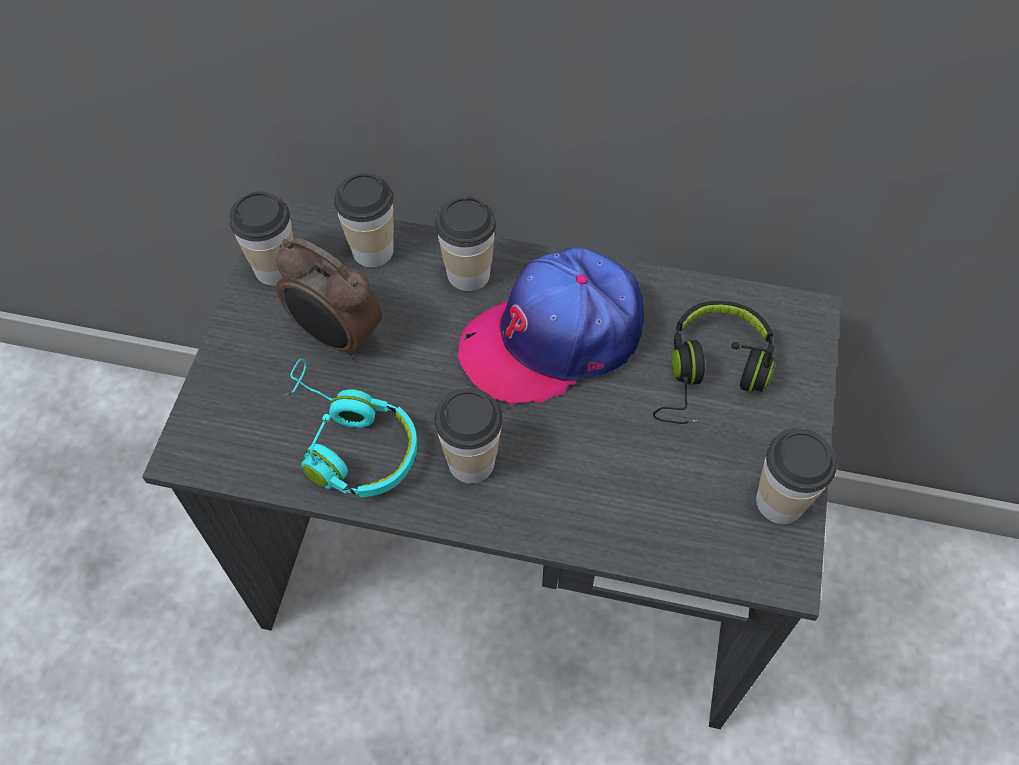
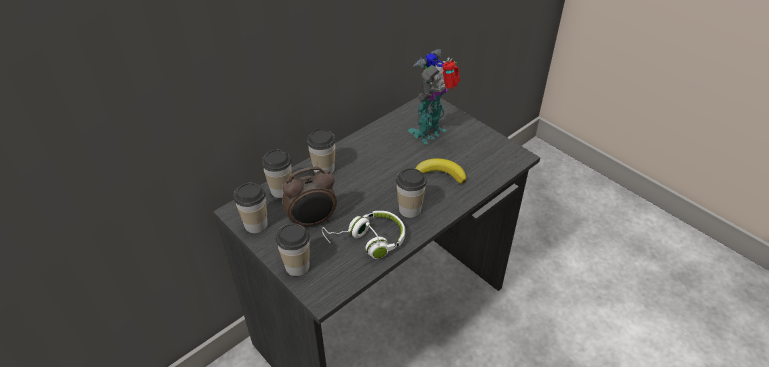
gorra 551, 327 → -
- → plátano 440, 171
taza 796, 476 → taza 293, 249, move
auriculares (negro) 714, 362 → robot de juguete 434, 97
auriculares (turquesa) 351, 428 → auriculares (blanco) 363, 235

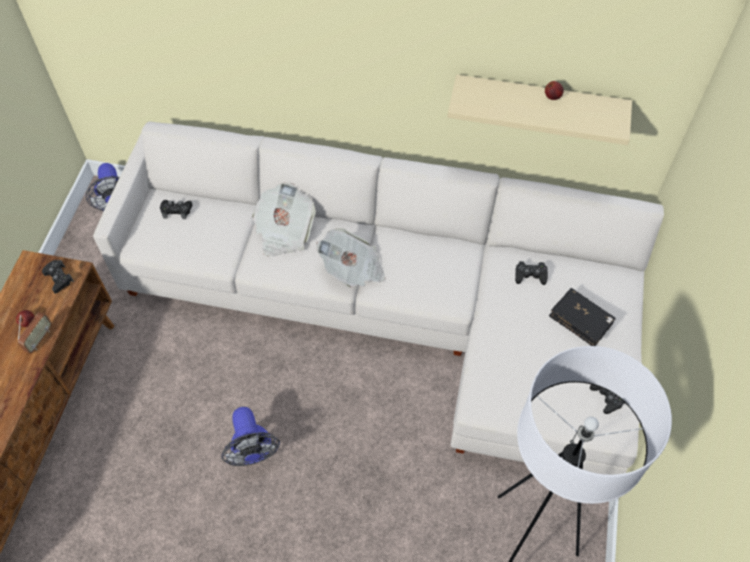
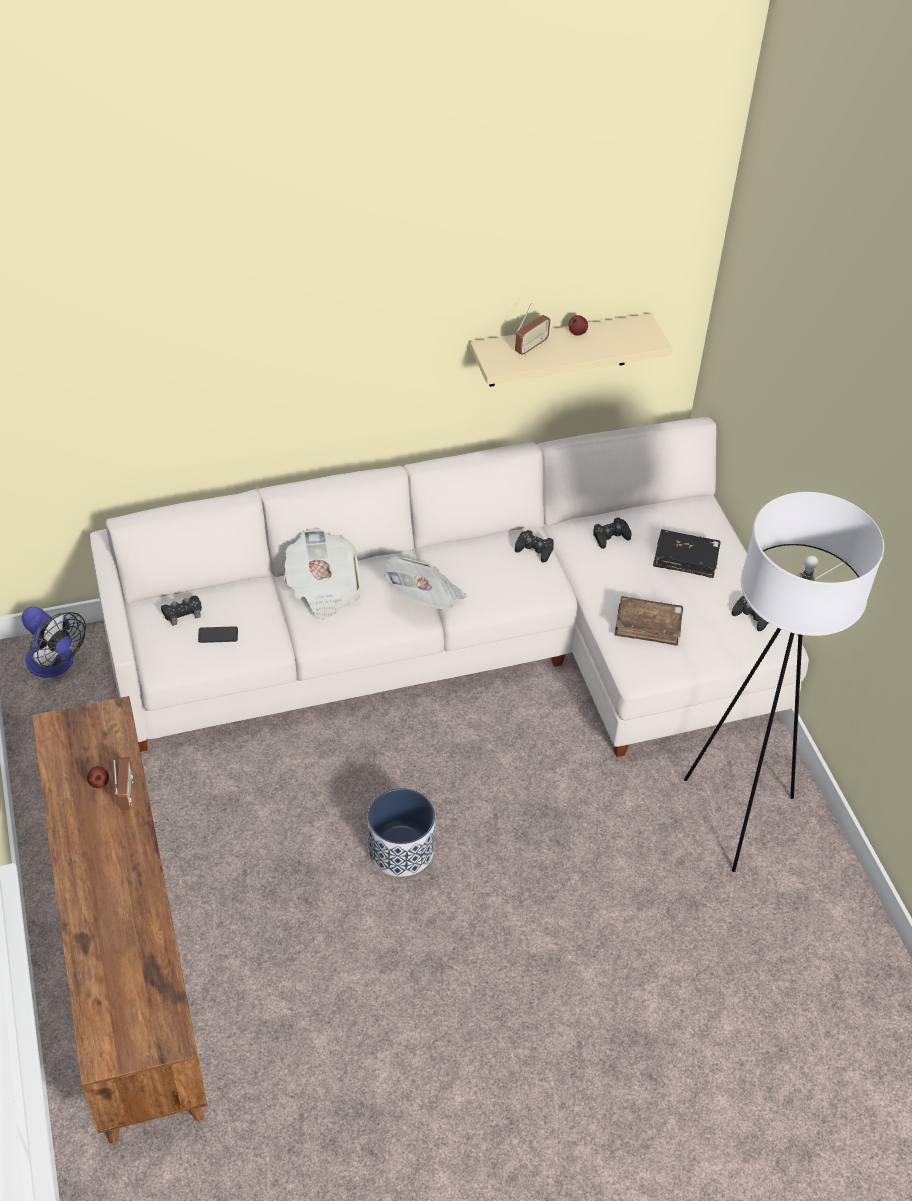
- → móvil 218, 634
- → radio 532, 329
- → libro (marrón) 648, 621
mando de consola (negro) 58, 277 → mando de consola (negro) 534, 546, move
ventilador 250, 436 → maceta 401, 832

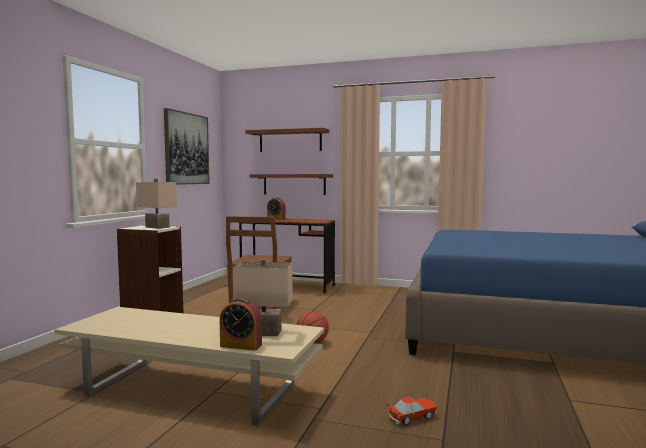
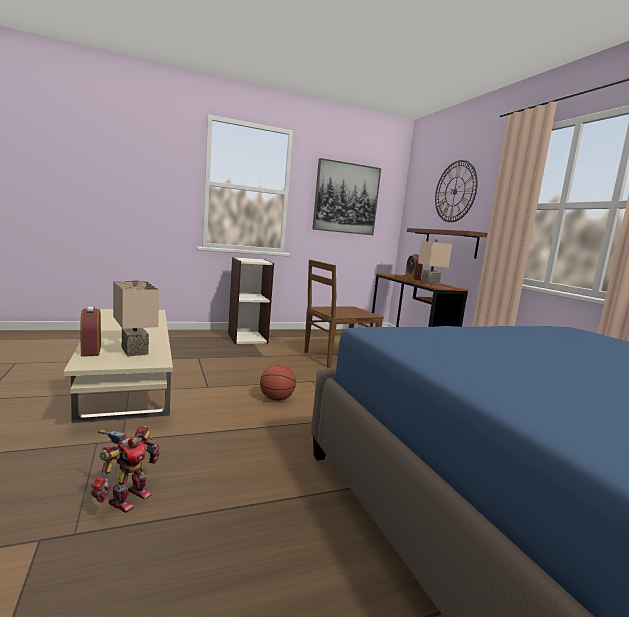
lámpara de mesa (beis) 156, 204 → lámpara de mesa (beis) 435, 262, move
estante 287, 140 → reloj de pared 456, 191
coche de juguete 412, 411 → robot de juguete 125, 469

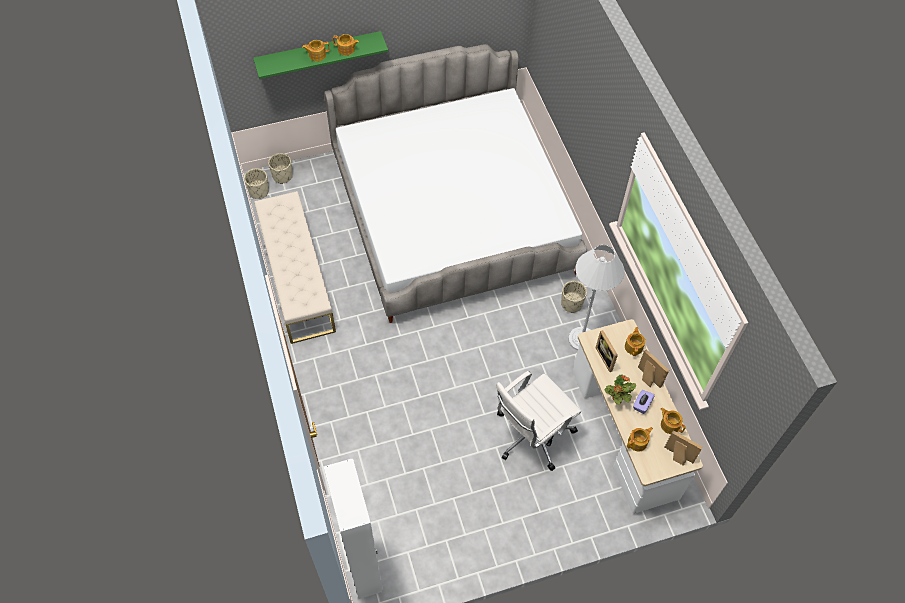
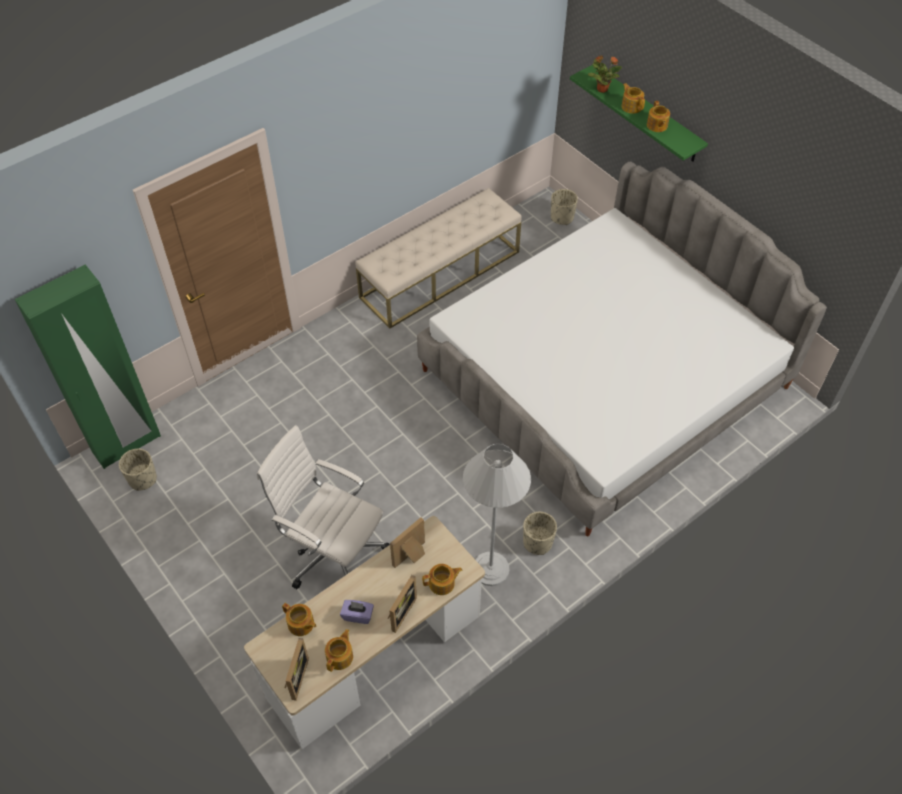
maceta (beis) 256, 183 → maceta (beis) 138, 470, move
planta en maceta 620, 389 → planta en maceta 605, 74, move
armario ropero (blanco) 353, 529 → armario ropero (verde) 88, 367

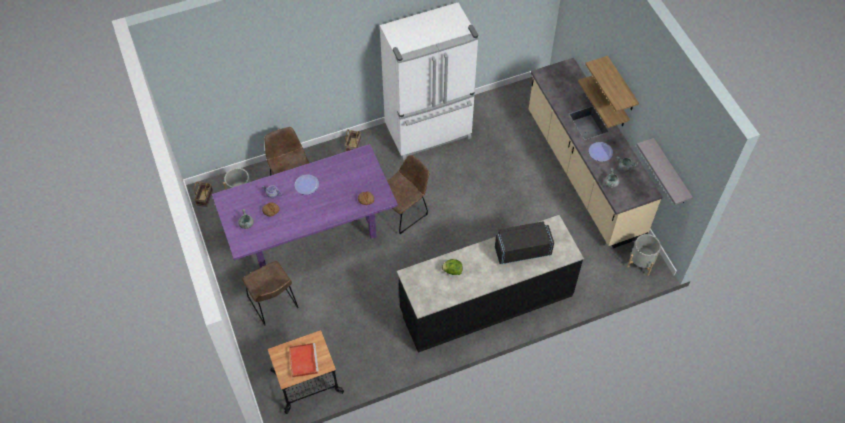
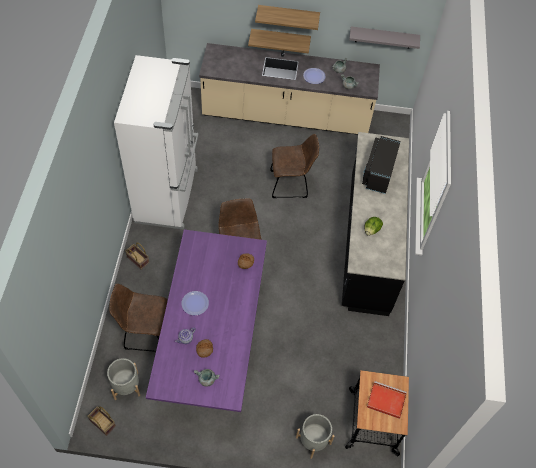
silla (marrón) 270, 293 → silla (marrón) 294, 166, move
maceta (gris) 644, 255 → maceta (gris) 315, 436, move

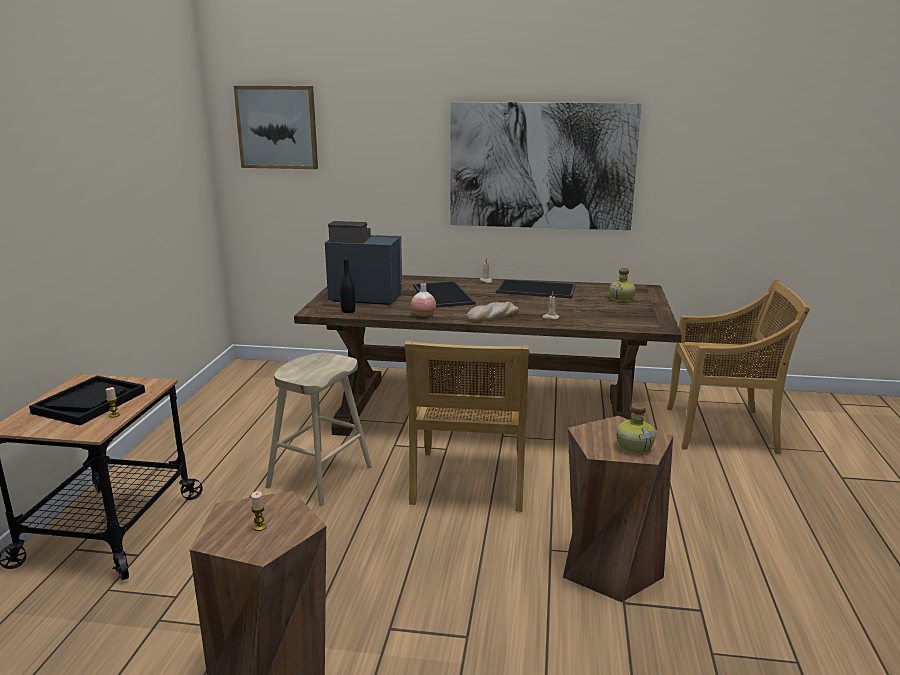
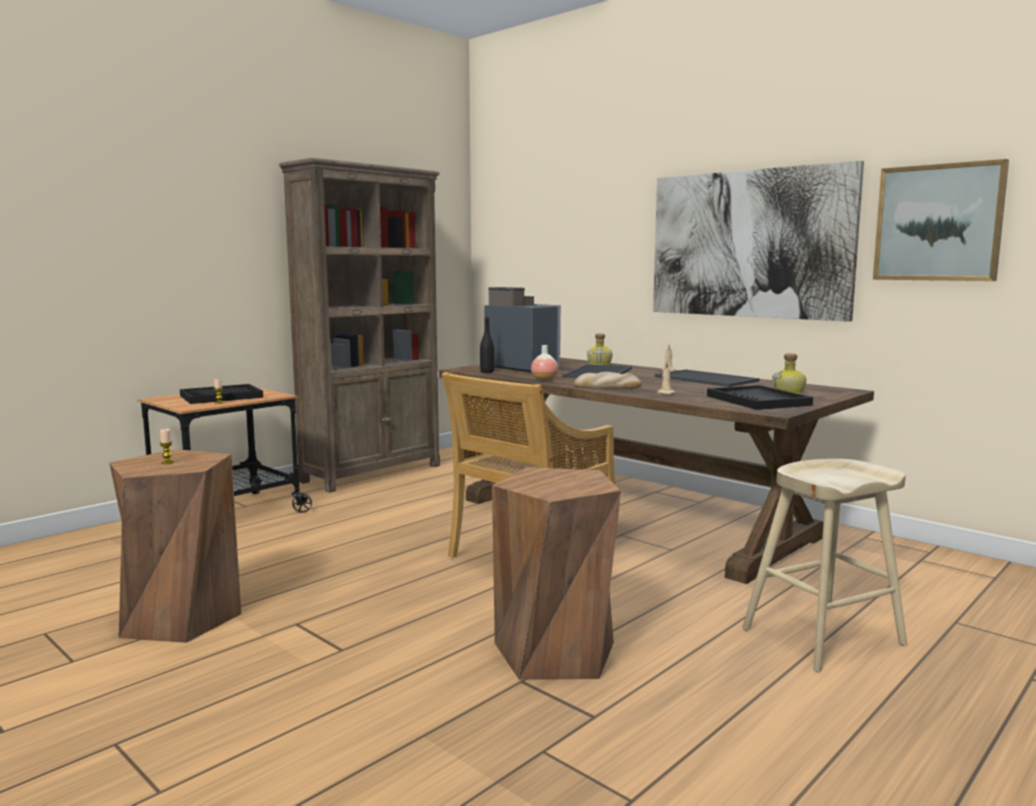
silla (beis) 738, 366 → -
- → estantería (marrón) 359, 325
- → bandeja (negro) 760, 397
cuadro 276, 127 → cuadro 941, 220, move
taburete (beis) 319, 429 → taburete (beis) 824, 565, move
botella 636, 428 → botella 600, 349, move

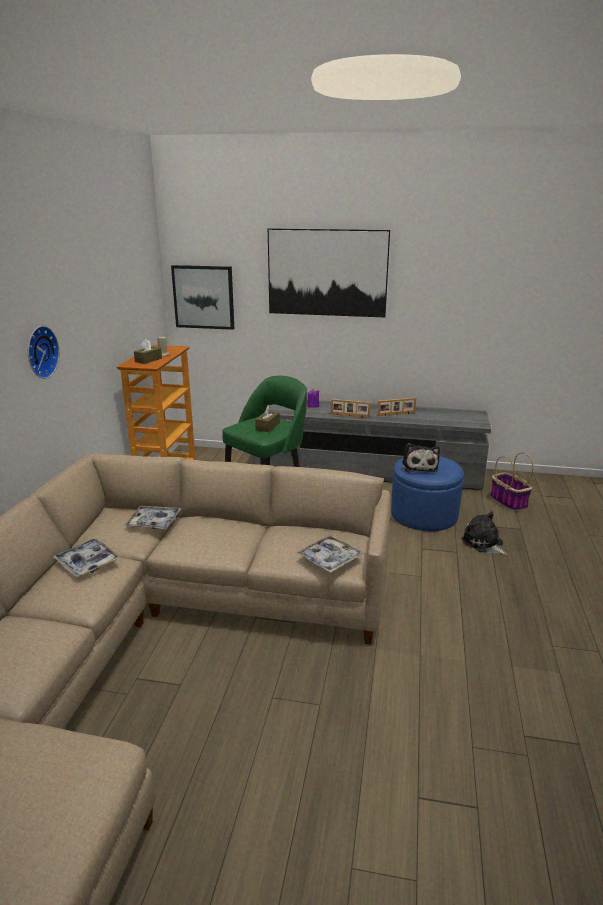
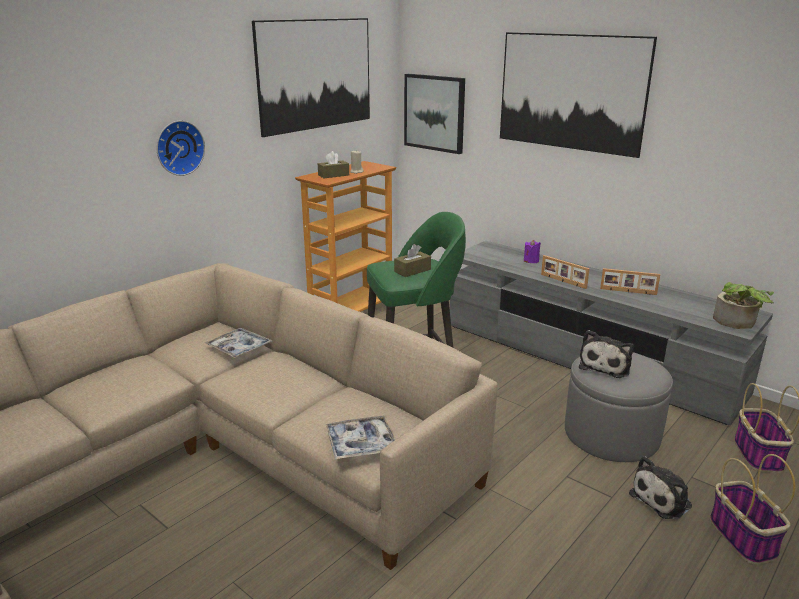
bandeja 86, 558 → -
- → cuadro 311, 77
- → cesta 752, 509
- → planta en maceta 743, 305
puf (azul) 427, 493 → puf (gris) 619, 407
peluche 485, 533 → peluche 660, 488, 120 degrees counterclockwise

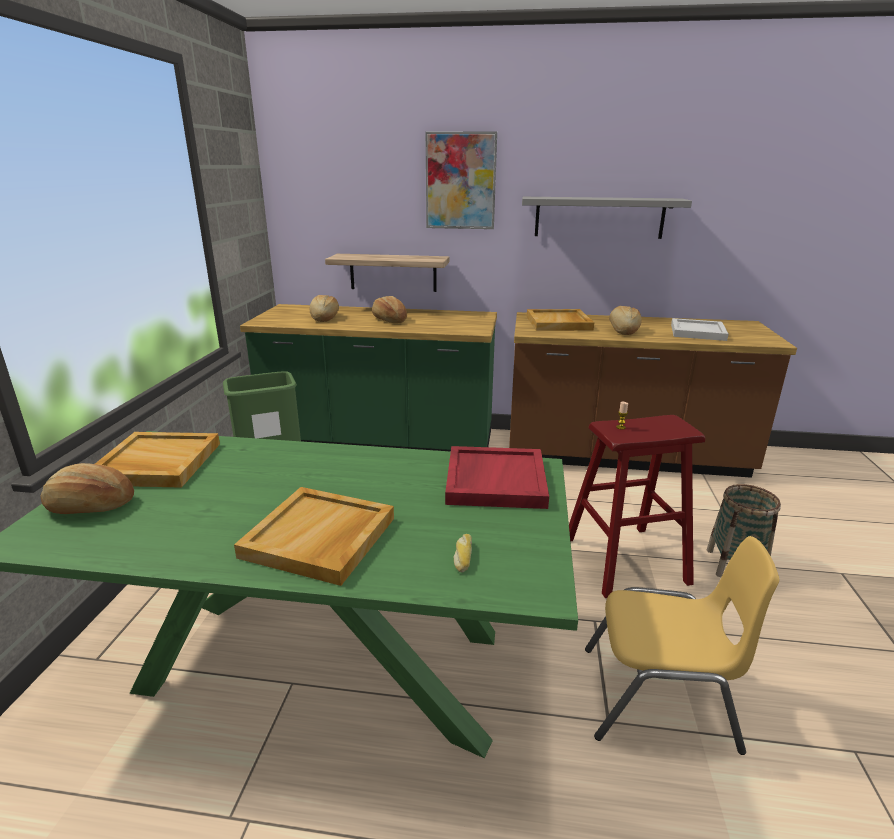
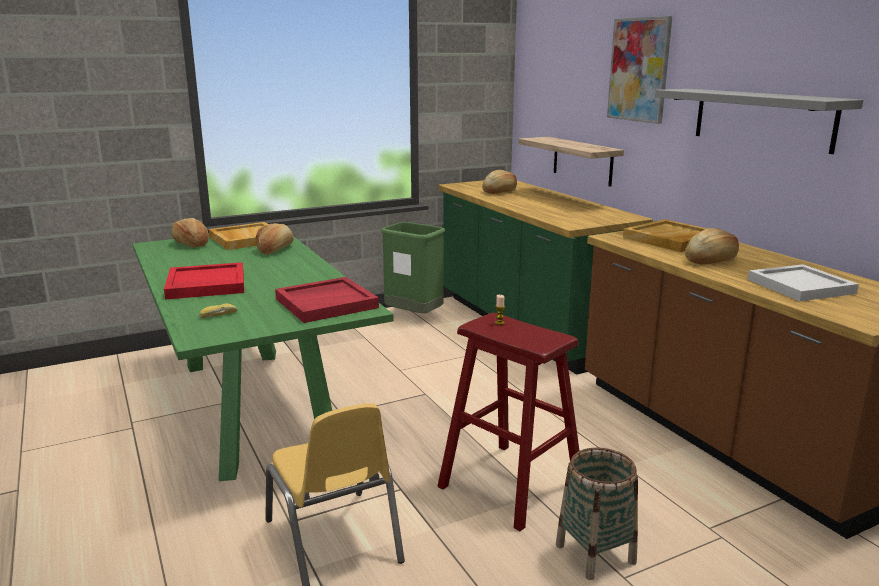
pan 389, 309 → pan 275, 239, move
bandeja (beis) 314, 536 → bandeja (rojo) 204, 281

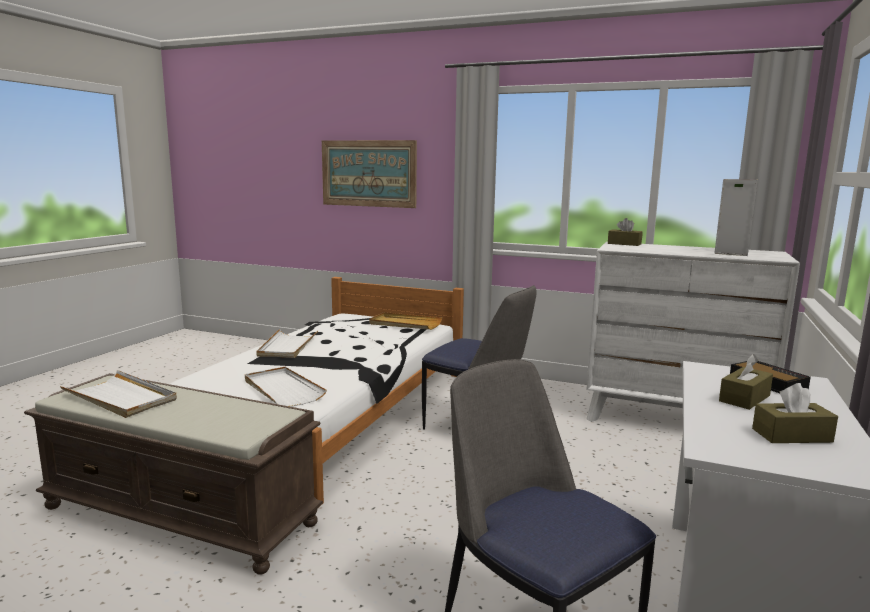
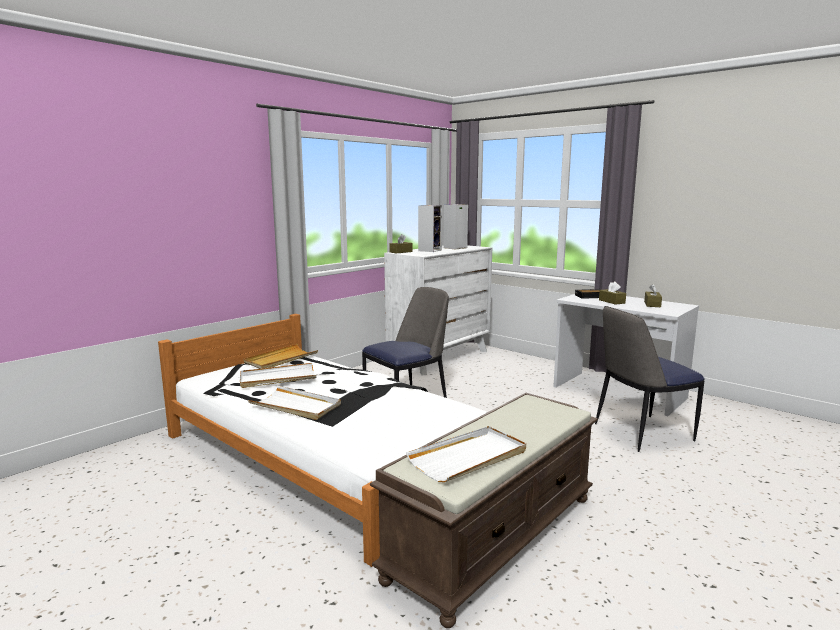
cuadro 369, 174 → -
- → altavoz 430, 228
bandeja (blanco) 286, 387 → bandeja (blanco) 278, 375, move

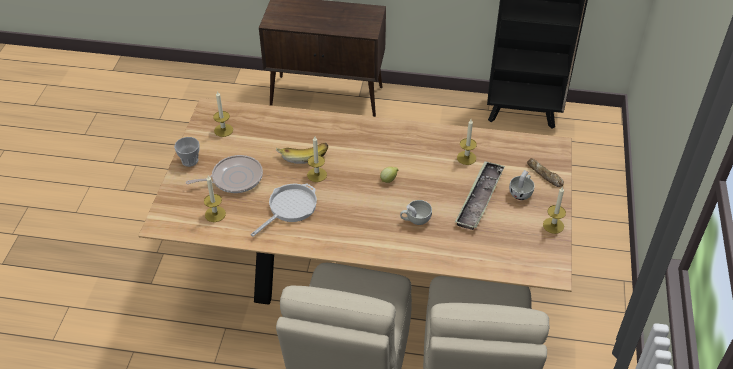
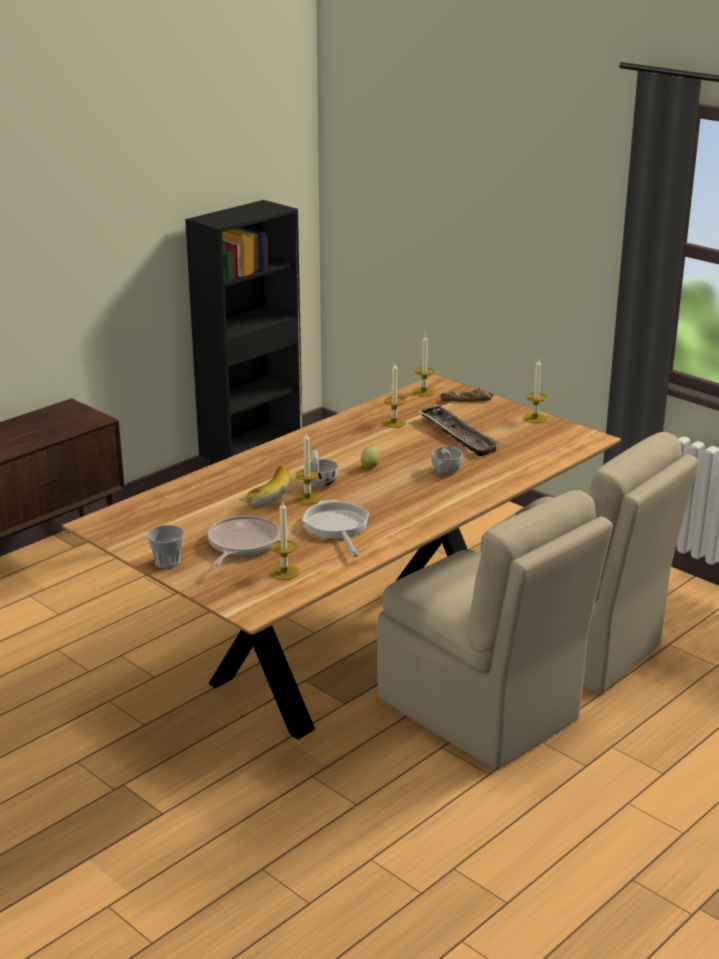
vela 223, 114 → vela 424, 366, move
taza (blanco) 522, 185 → taza (blanco) 324, 468, move

